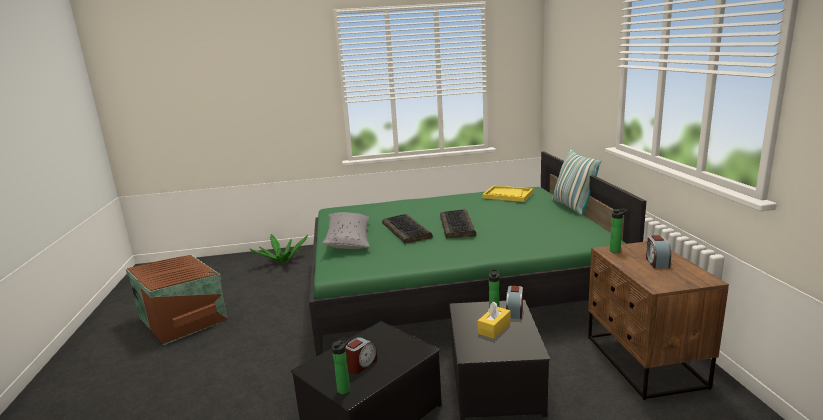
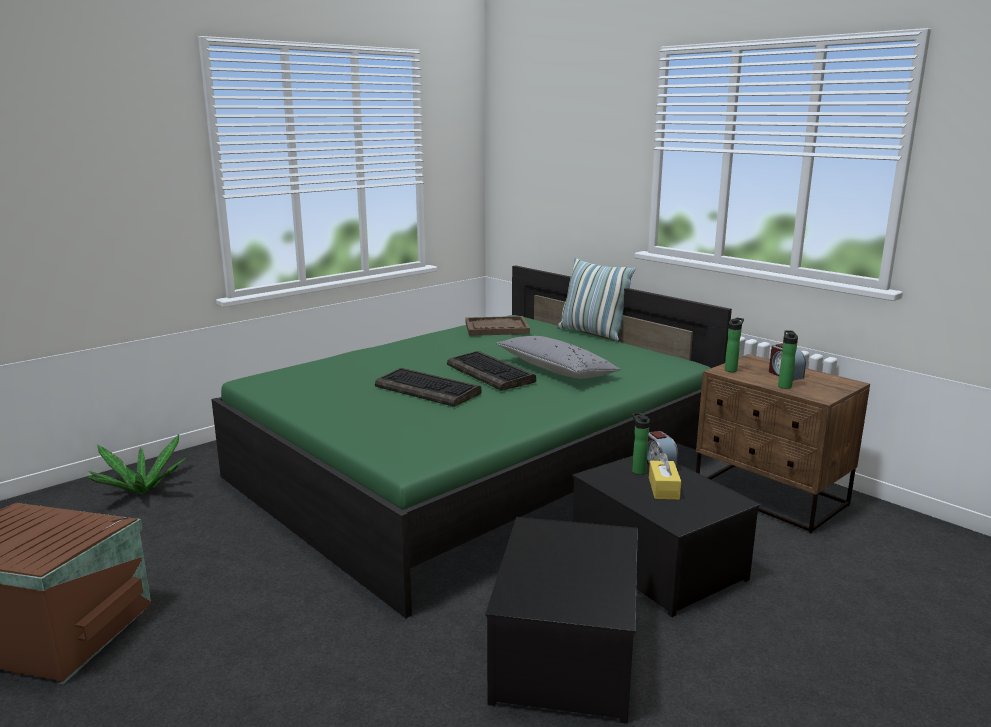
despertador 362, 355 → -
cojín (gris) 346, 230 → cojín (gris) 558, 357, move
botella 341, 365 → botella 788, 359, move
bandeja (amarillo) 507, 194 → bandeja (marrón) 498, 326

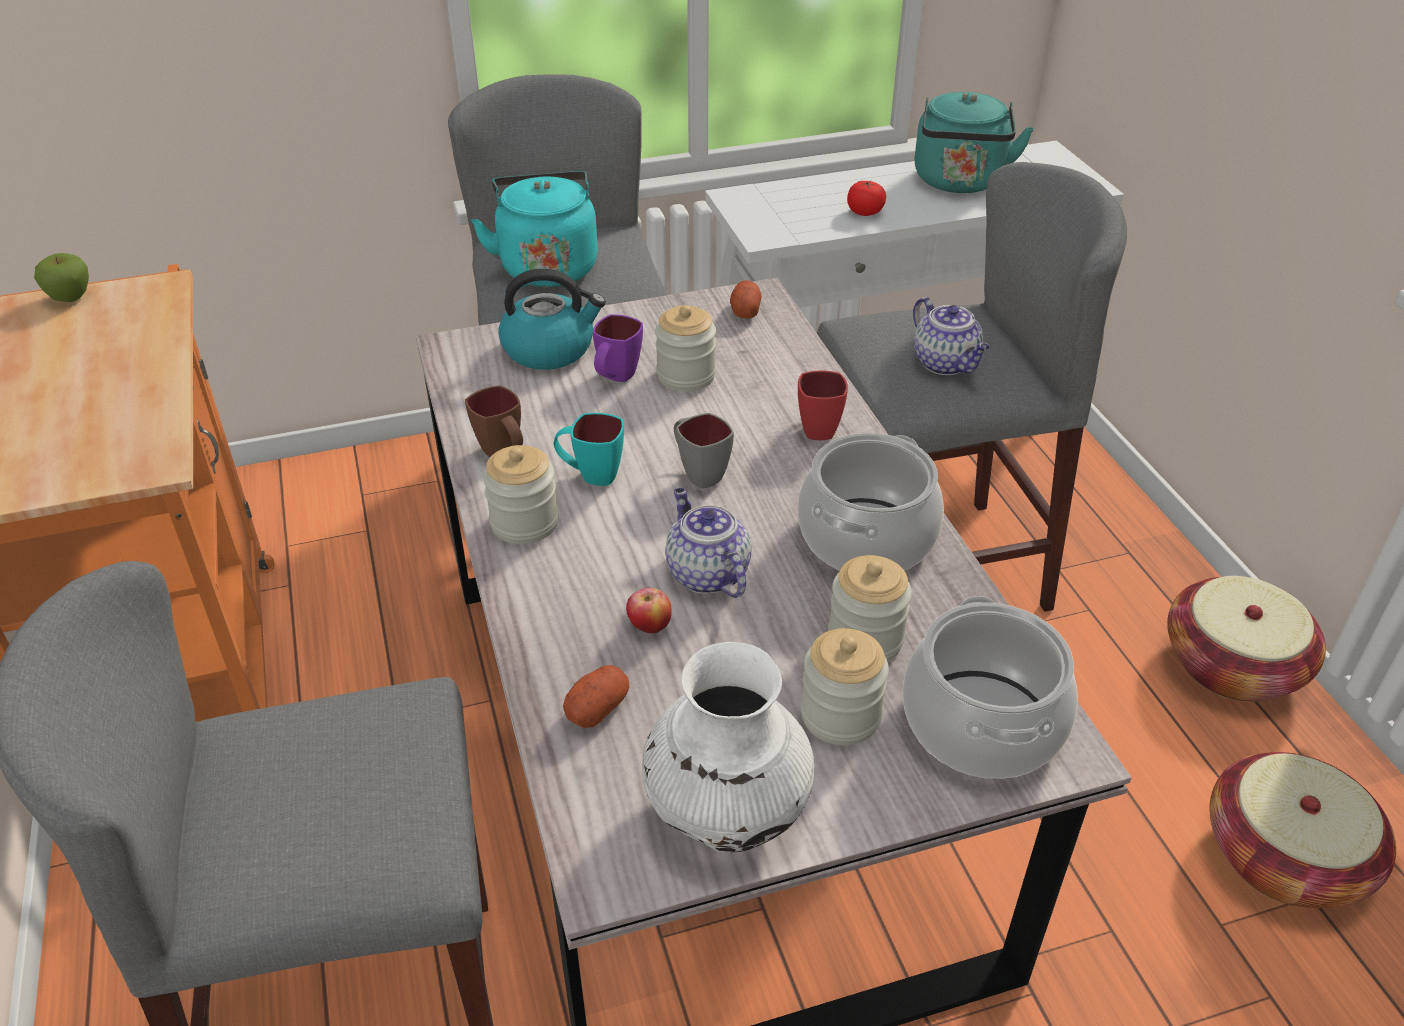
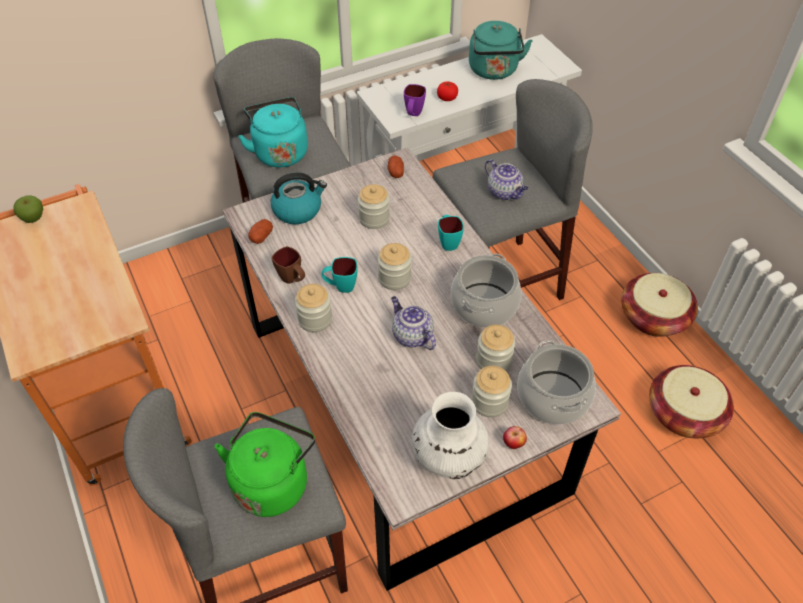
- → hervidor (verde) 264, 464
patata 596, 696 → patata 260, 231, move
taza grande (morado) 618, 348 → taza grande (morado) 415, 100, move
manzana 649, 611 → manzana 515, 437, move
taza grande (gris) 704, 451 → tarro 395, 266
taza grande (rojo) 823, 405 → taza grande (turquesa) 451, 233

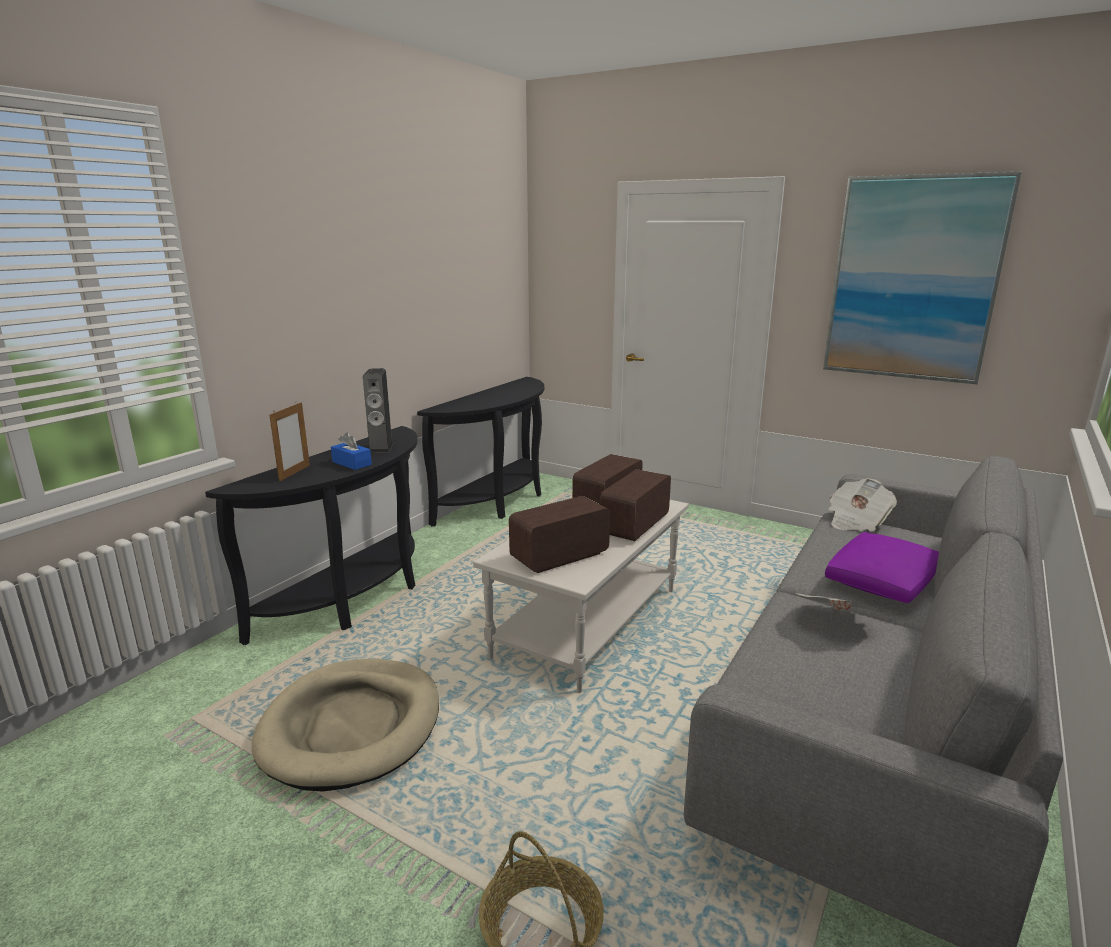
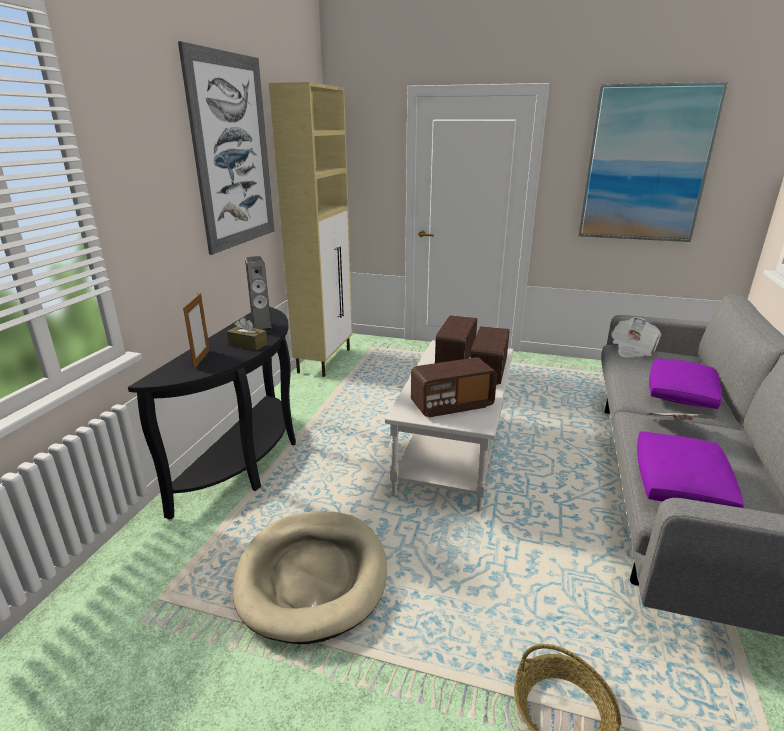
- → cuadro 226, 148
- → cojín (morado) 690, 469
mesa consola (negro) 480, 451 → armario (beis) 311, 229
caja de pañuelos (azul) 351, 451 → caja de pañuelos (marrón) 247, 333
radio 559, 534 → radio 454, 387, 150 degrees counterclockwise

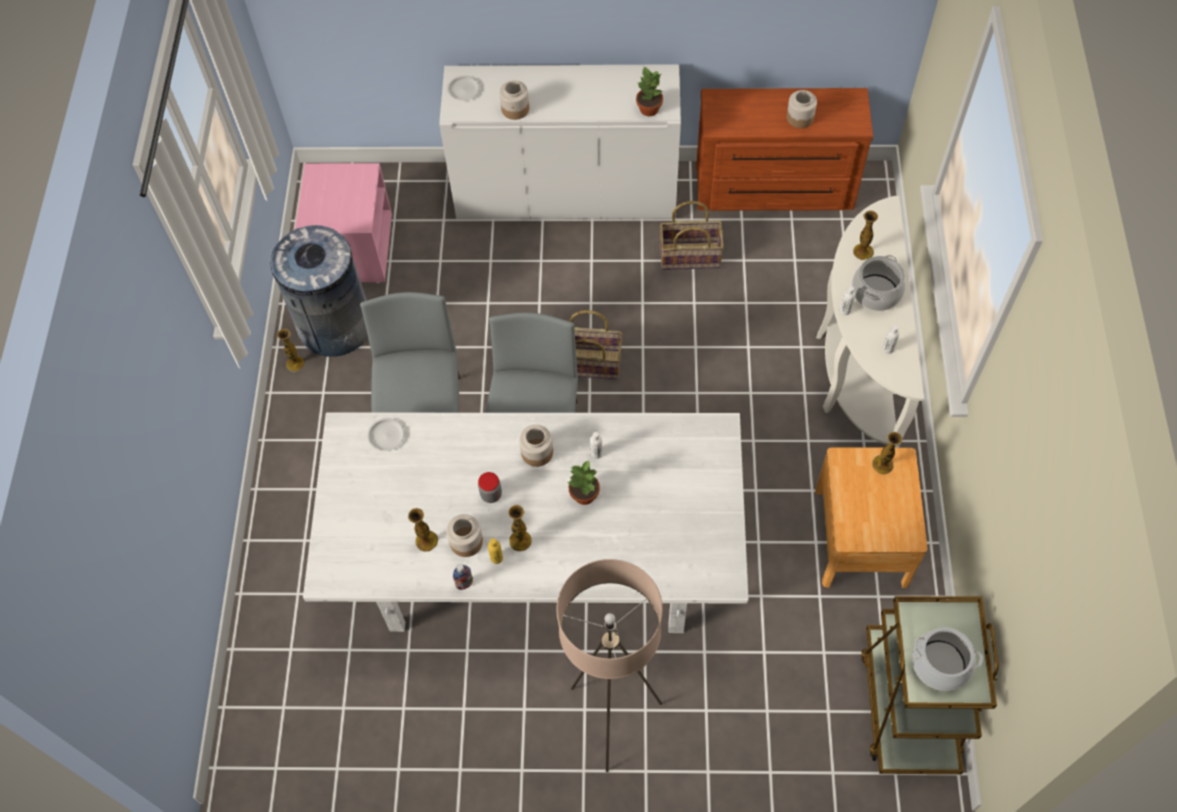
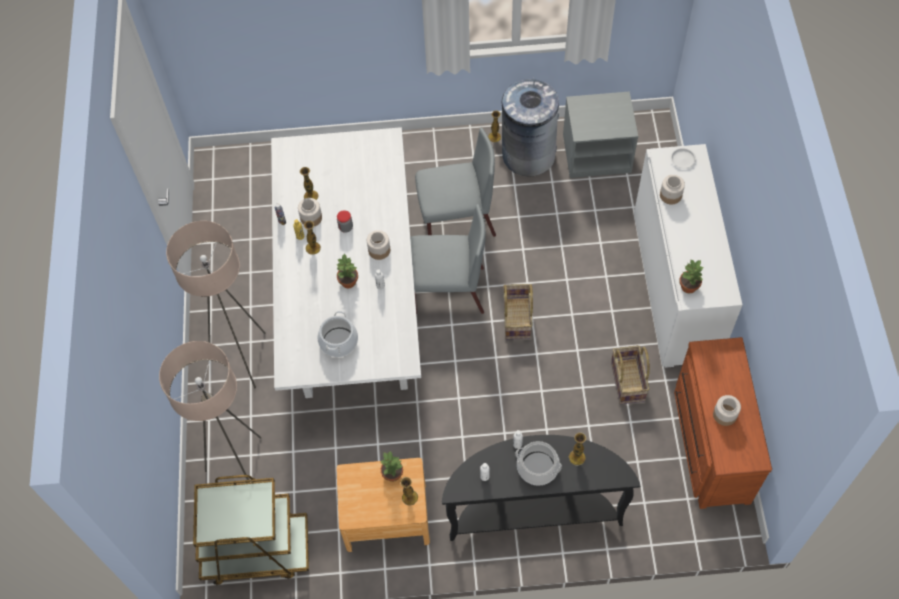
plato (blanco) 386, 434 → -
- → lámpara de pie (beis) 210, 410
- → planta en maceta 391, 466
olla 947, 659 → olla 337, 334, move
mesita de noche (rosa) 343, 223 → mesita de noche (gris) 600, 134
mesa consola (blanco) 870, 322 → mesa consola (negro) 541, 488

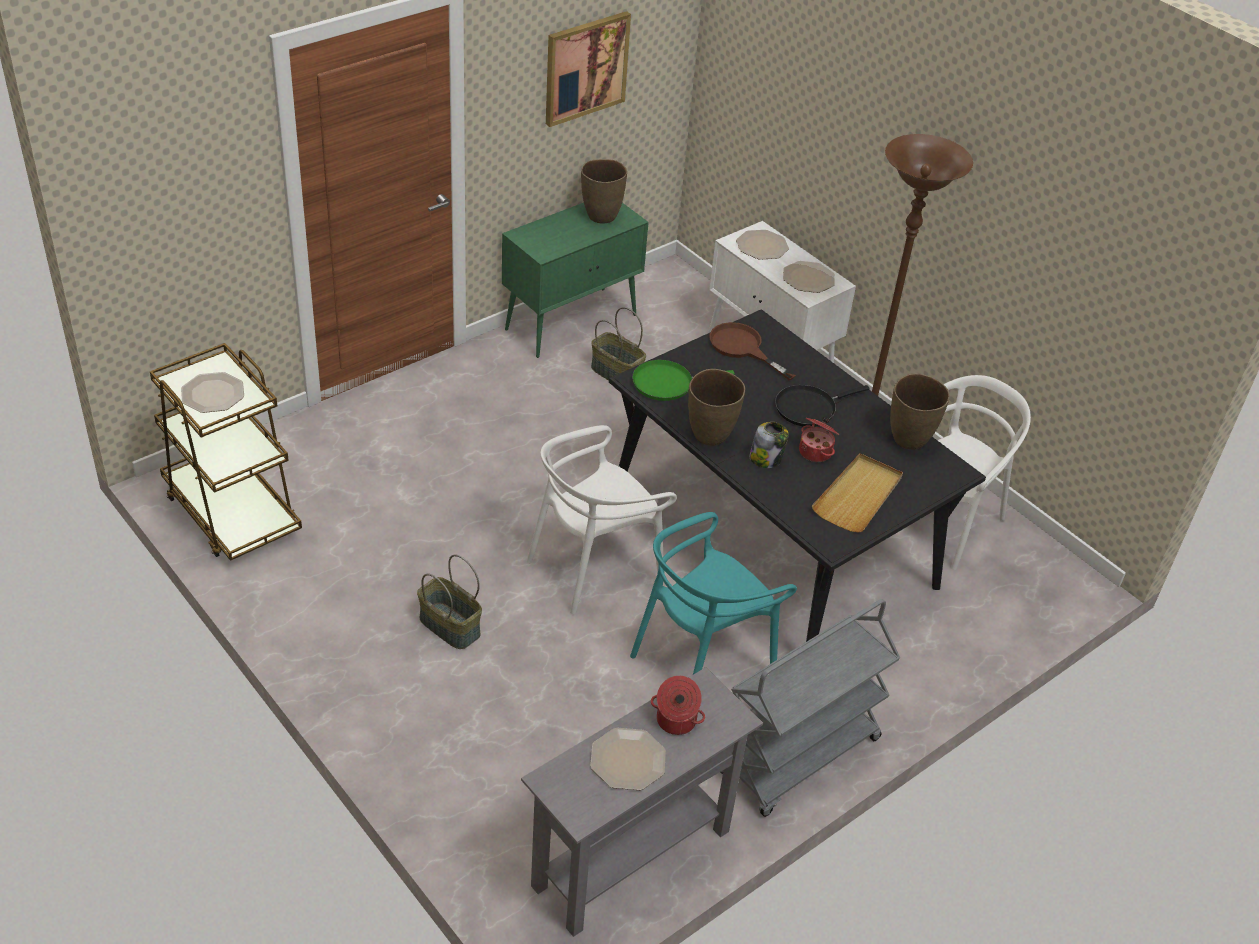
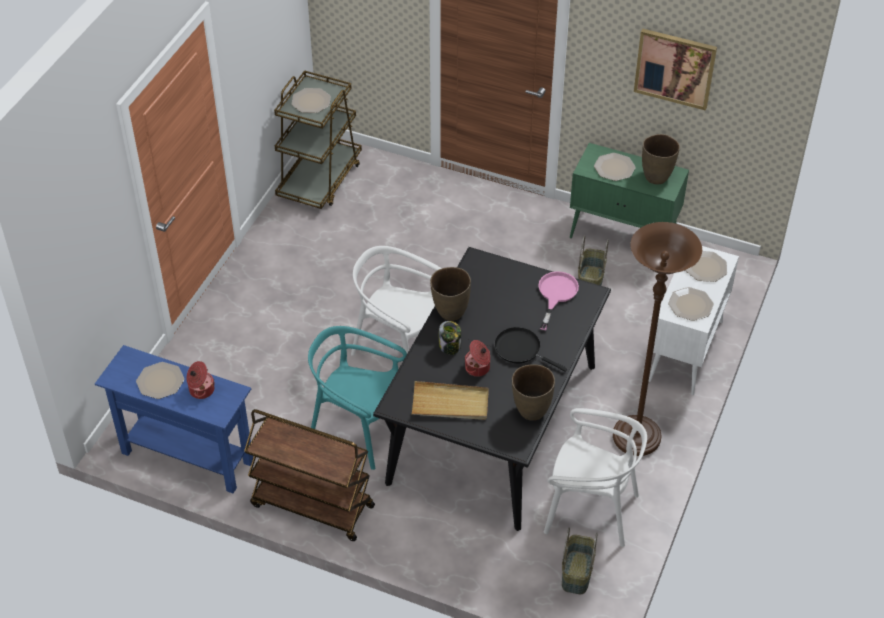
sartén (verde) 683, 380 → -
- → plato 615, 167
cesta 449, 602 → cesta 580, 560, move
mesa consola (gris) 642, 802 → mesa consola (azul) 174, 419
sartén (marrón) 753, 351 → sartén (rosa) 558, 300
carrito (gris) 810, 708 → carrito (marrón) 309, 475

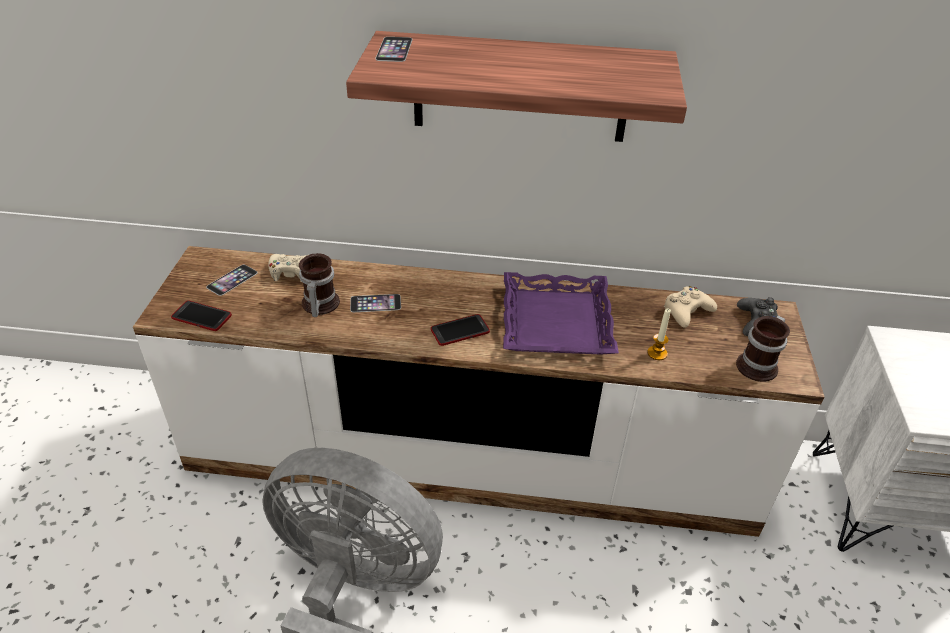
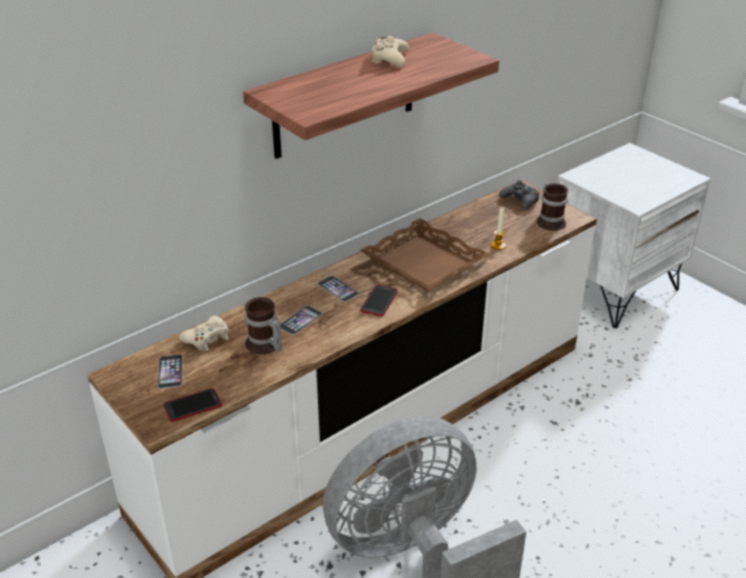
móvil 393, 49 → móvil 338, 289, move
mando de consola (beis) 690, 307 → mando de consola (beis) 390, 51, move
bandeja (morado) 561, 313 → bandeja (marrón) 424, 255

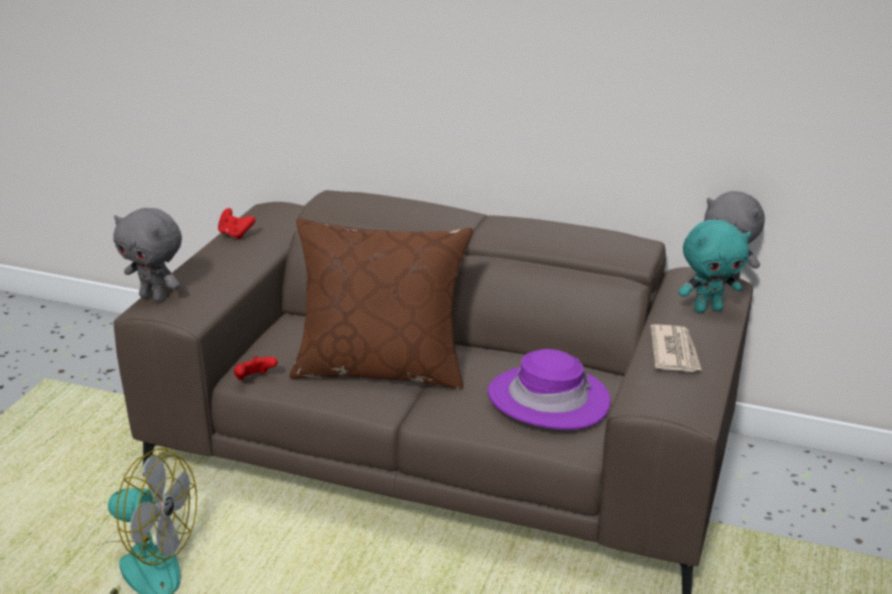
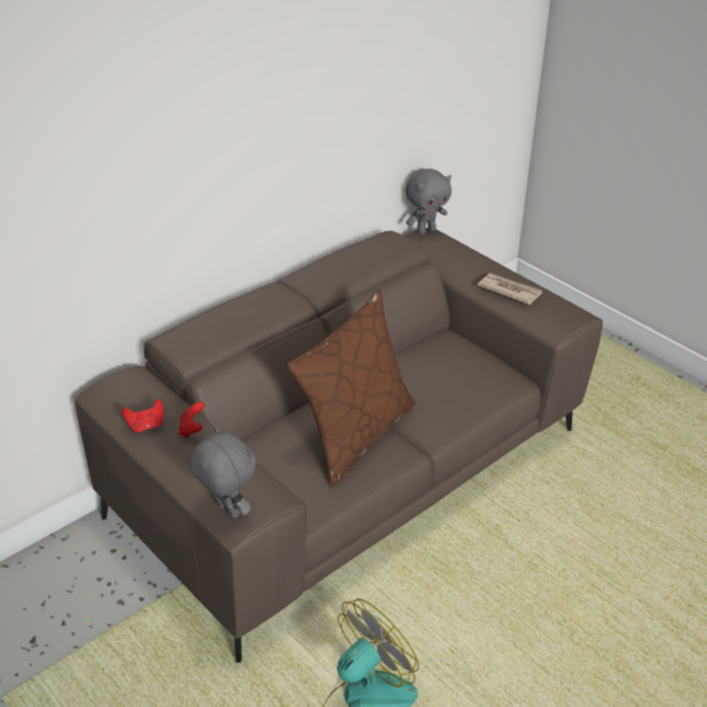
sombrero (morado) 549, 389 → -
peluche (turquesa) 714, 266 → -
mando de consola (rojo) 256, 368 → mando de consola (rojo) 192, 419, move
peluche (gris) 147, 255 → peluche (gris) 222, 472, 105 degrees counterclockwise

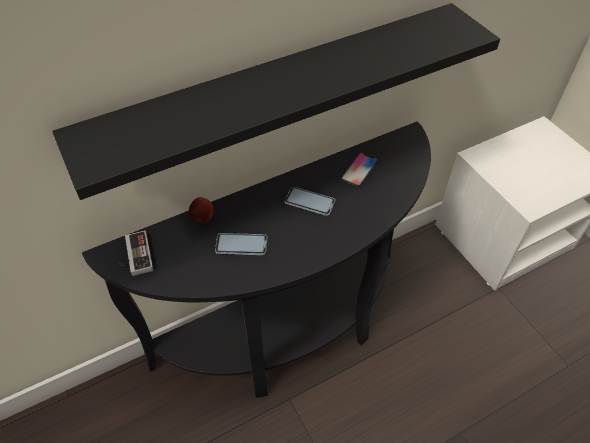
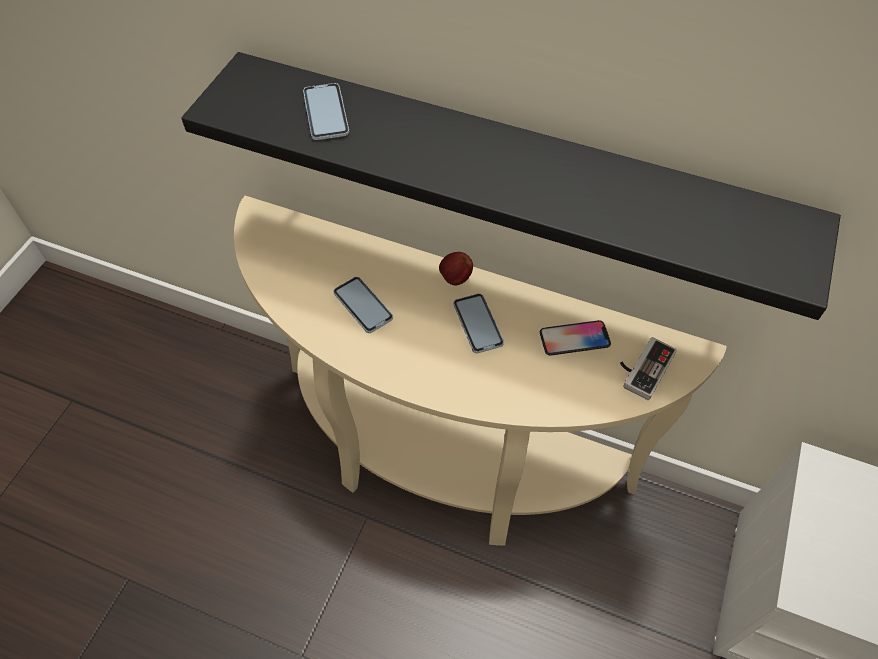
- → móvil 326, 111
mando de consola 136, 253 → mando de consola 648, 368, move
manzana 200, 210 → manzana 456, 268, move
mesa consola (negro) 256, 259 → mesa consola (beis) 480, 371

